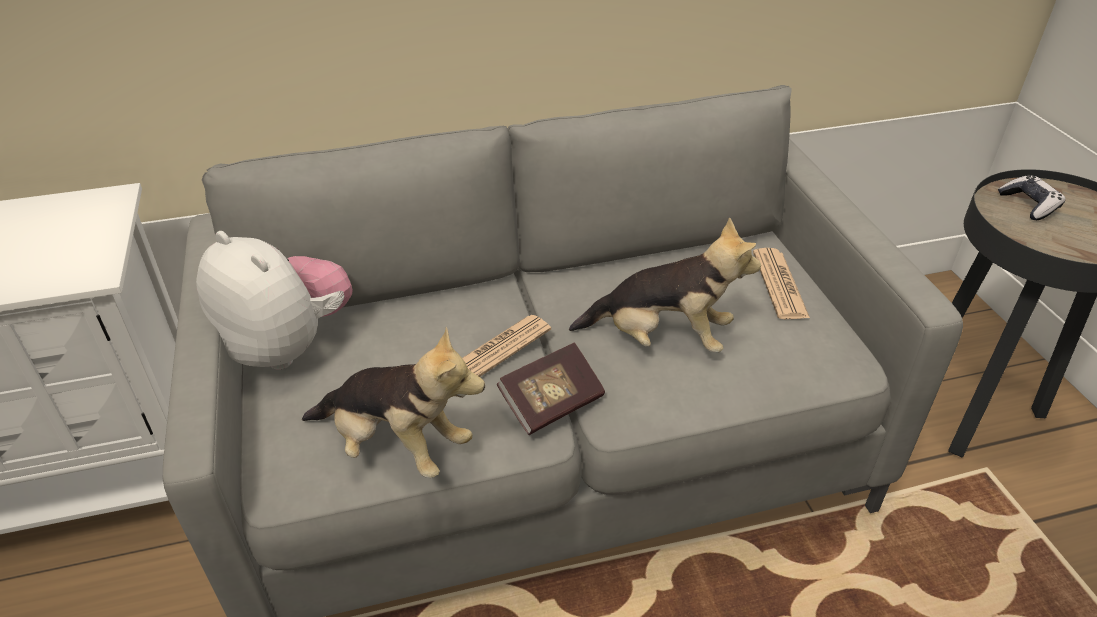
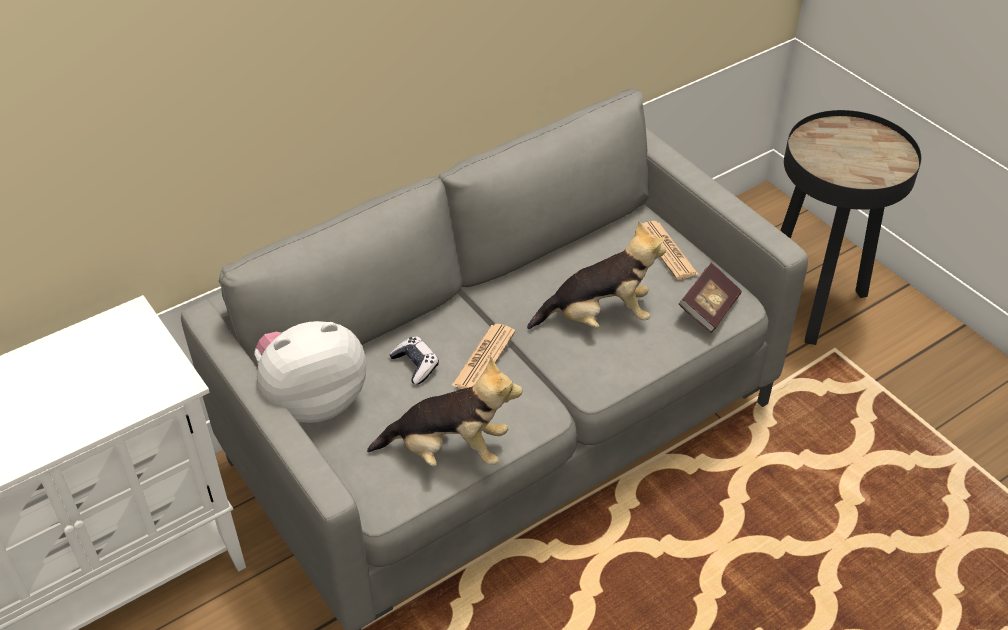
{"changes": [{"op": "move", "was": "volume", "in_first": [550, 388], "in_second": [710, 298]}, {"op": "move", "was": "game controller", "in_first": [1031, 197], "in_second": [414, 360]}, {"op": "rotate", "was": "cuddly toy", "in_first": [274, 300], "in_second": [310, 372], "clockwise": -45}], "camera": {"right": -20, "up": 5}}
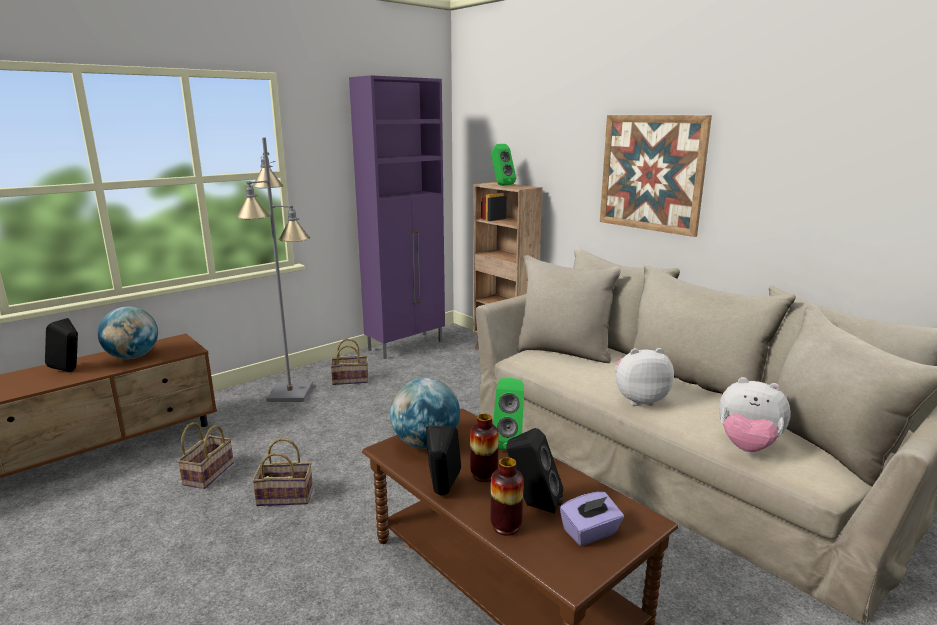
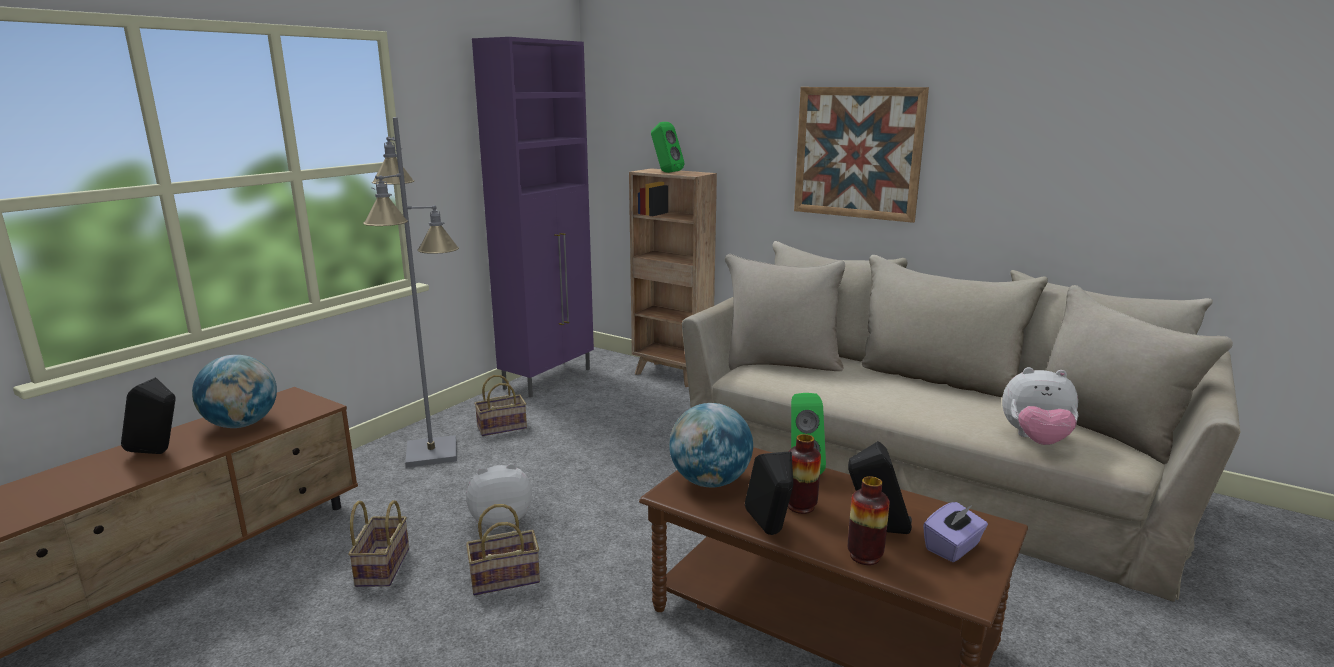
{"changes": [{"op": "move", "was": "cuddly toy", "in_first": [644, 377], "in_second": [499, 496]}], "camera": {"right": -15, "up": 0}}
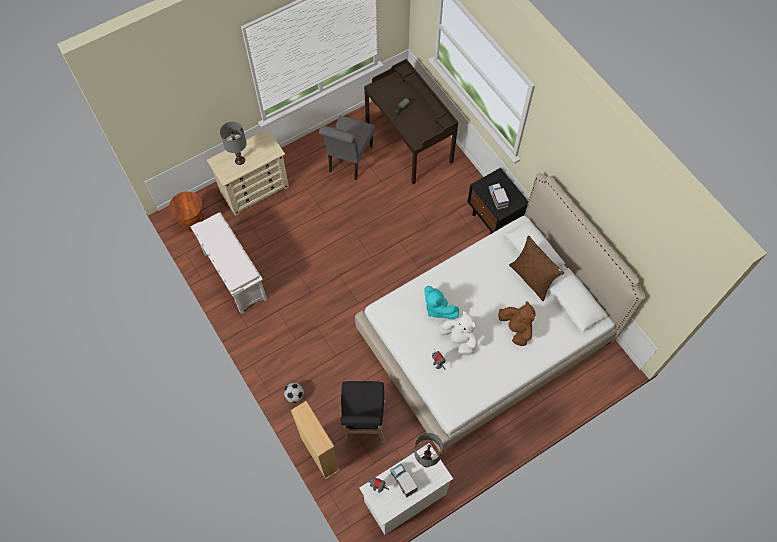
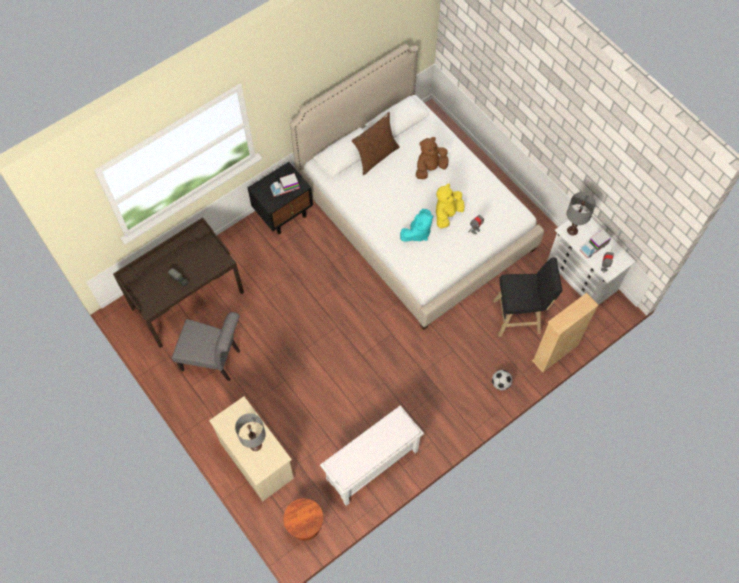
{"changes": [{"op": "recolor", "was": "cuddly toy/white-coloured", "now": "cuddly toy/yellow-coloured", "in_first": [457, 333], "in_second": [450, 206]}], "camera": {"right": -95, "up": 0}}
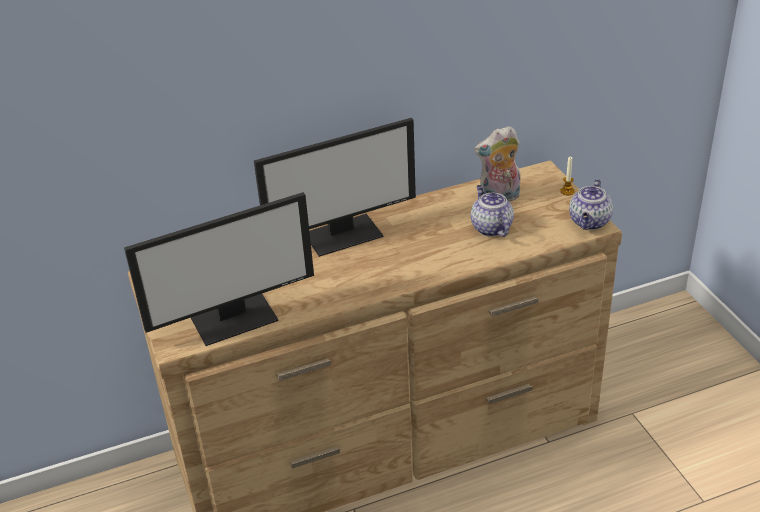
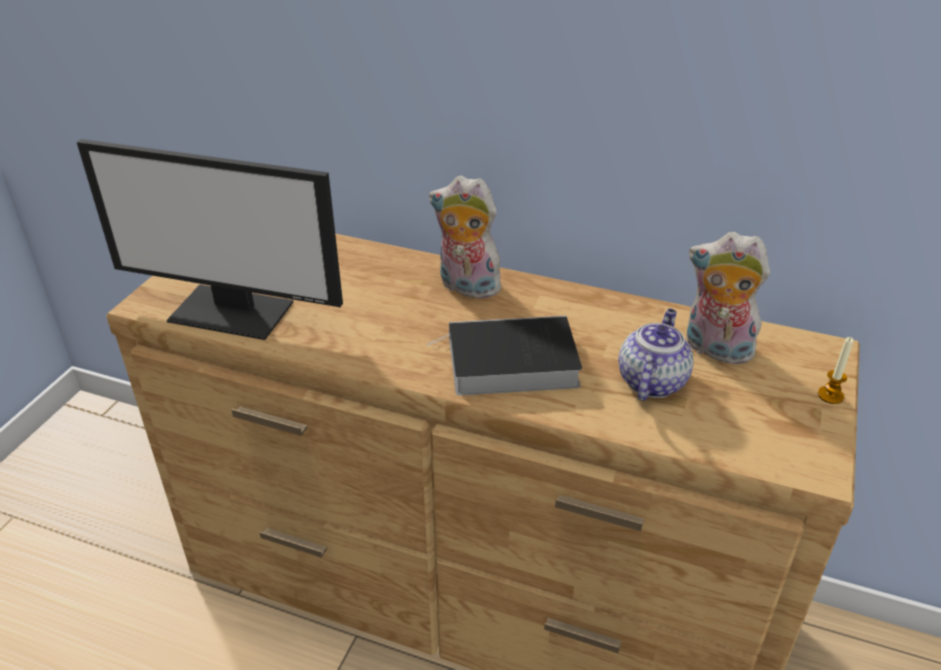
{"changes": [{"op": "delete", "was": "pot for tea", "in_first": [591, 204]}, {"op": "insert", "now": "volume", "in_second": [504, 356]}, {"op": "replace", "was": "computer display", "now": "cuddly toy", "in_first": [335, 187], "in_second": [467, 237]}], "camera": {"right": 40, "up": 0}}
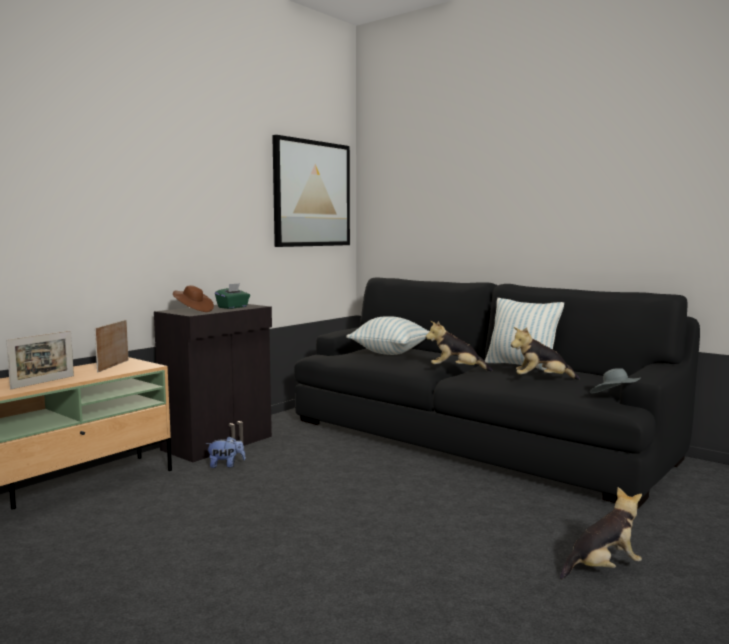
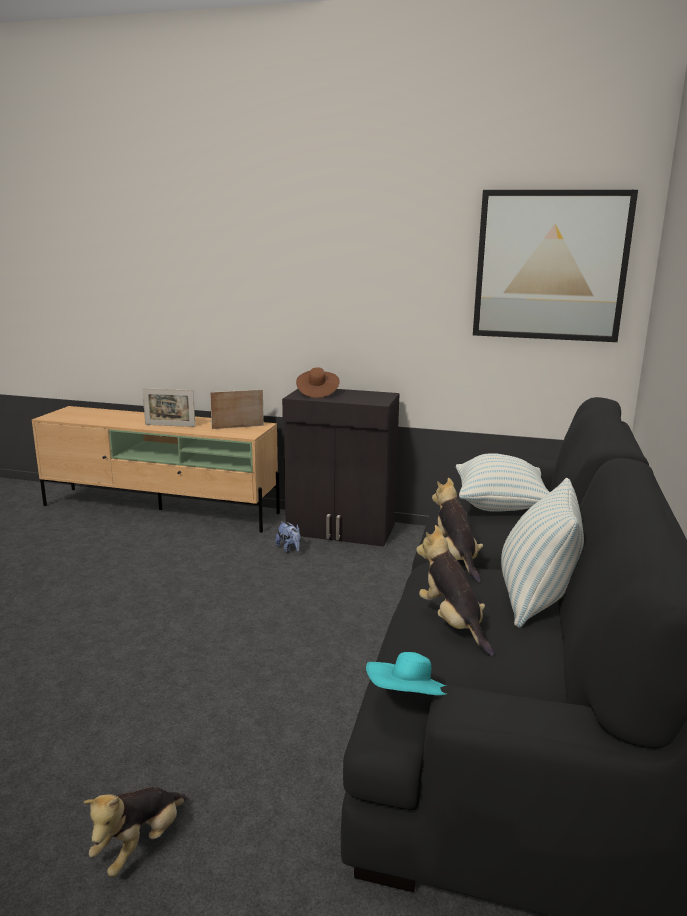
{"changes": [{"op": "delete", "was": "tissue holder/green-coloured", "in_first": [232, 296]}, {"op": "recolor", "was": "wearable hat/greyish", "now": "wearable hat/blue-green", "in_first": [615, 380], "in_second": [406, 673]}, {"op": "rotate", "was": "cuddly toy", "in_first": [601, 533], "in_second": [135, 832], "clockwise": 75}], "camera": {"right": 65, "up": 10}}
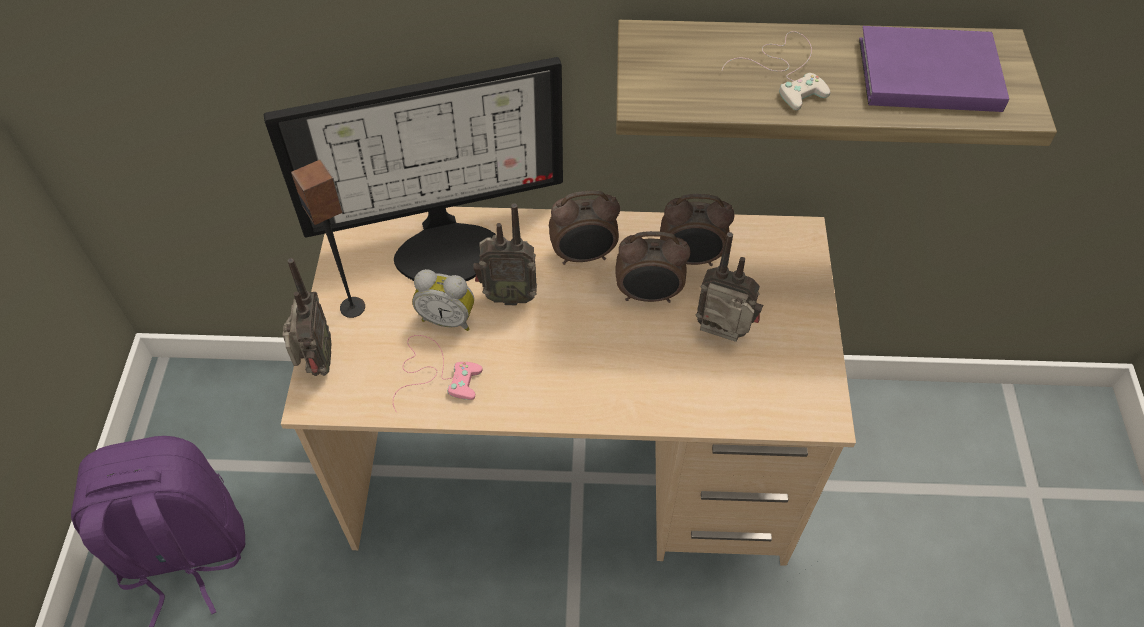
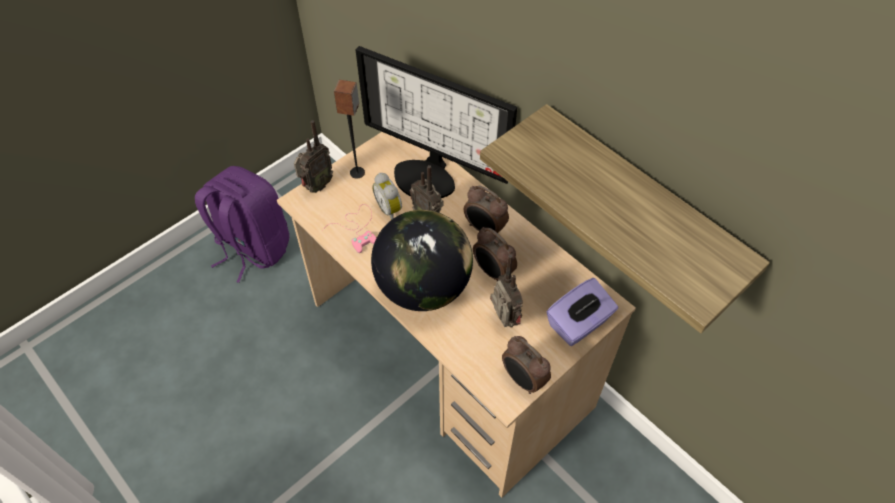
{"changes": [{"op": "delete", "was": "game controller/white-coloured", "in_first": [776, 70]}, {"op": "delete", "was": "volume/purple", "in_first": [934, 69]}, {"op": "insert", "now": "world globe", "in_second": [422, 260]}, {"op": "insert", "now": "tissue holder/purple", "in_second": [582, 312]}, {"op": "move", "was": "table clock", "in_first": [697, 230], "in_second": [526, 365]}], "camera": {"right": 45, "up": 0}}
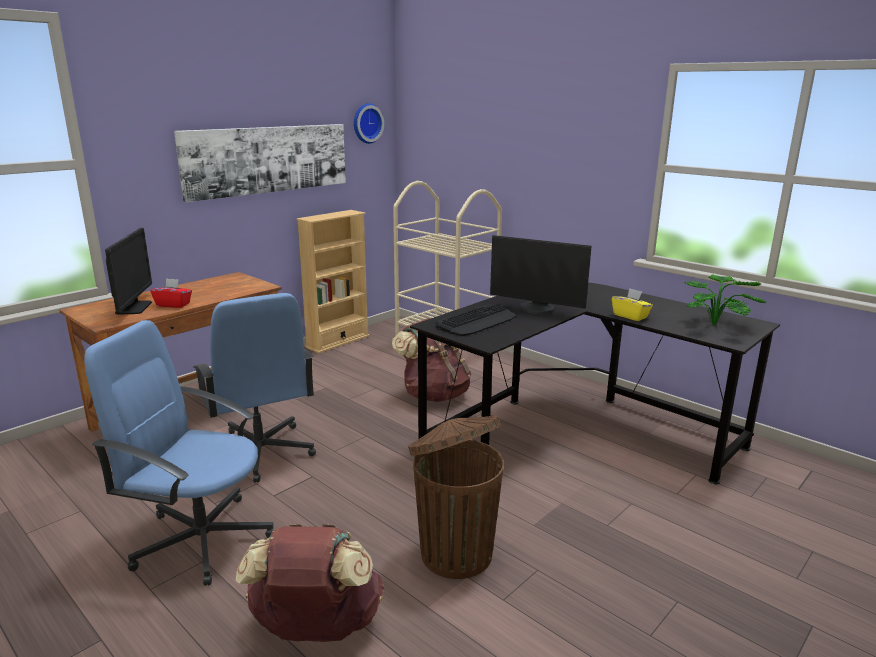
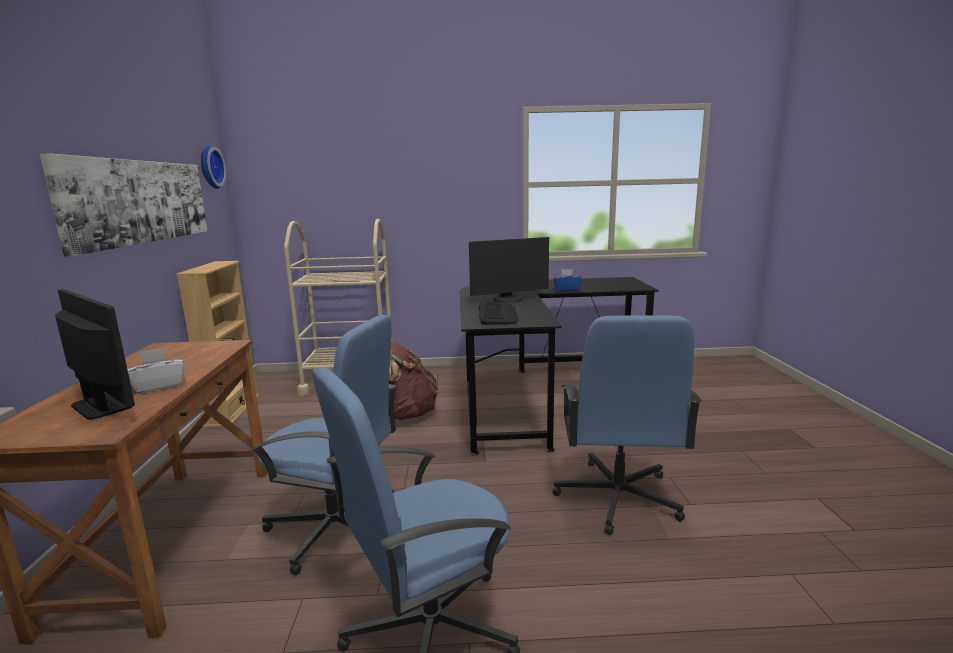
{"changes": [{"op": "delete", "was": "rucksack/brownish", "in_first": [310, 583]}, {"op": "delete", "was": "plant in a pot", "in_first": [726, 300]}, {"op": "replace", "was": "waste bin/brownish", "now": "computer chair/blue", "in_first": [456, 497], "in_second": [627, 425]}, {"op": "recolor", "was": "tissue holder/red", "now": "tissue holder/white-coloured", "in_first": [171, 293], "in_second": [155, 371]}, {"op": "recolor", "was": "tissue holder/yellow-coloured", "now": "tissue holder/blue", "in_first": [632, 304], "in_second": [567, 280]}], "camera": {"right": -45, "up": -5}}
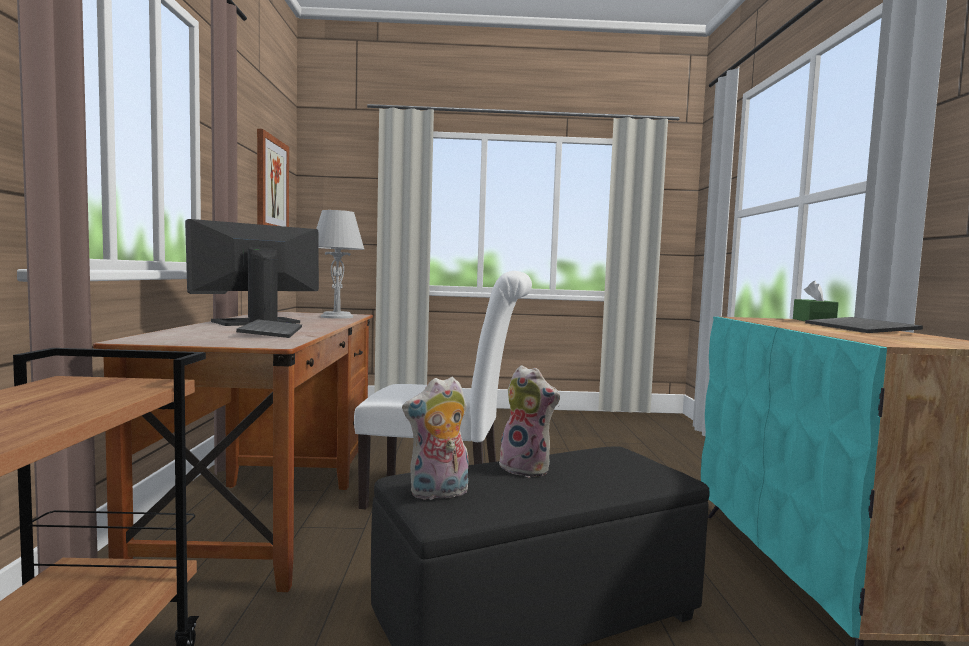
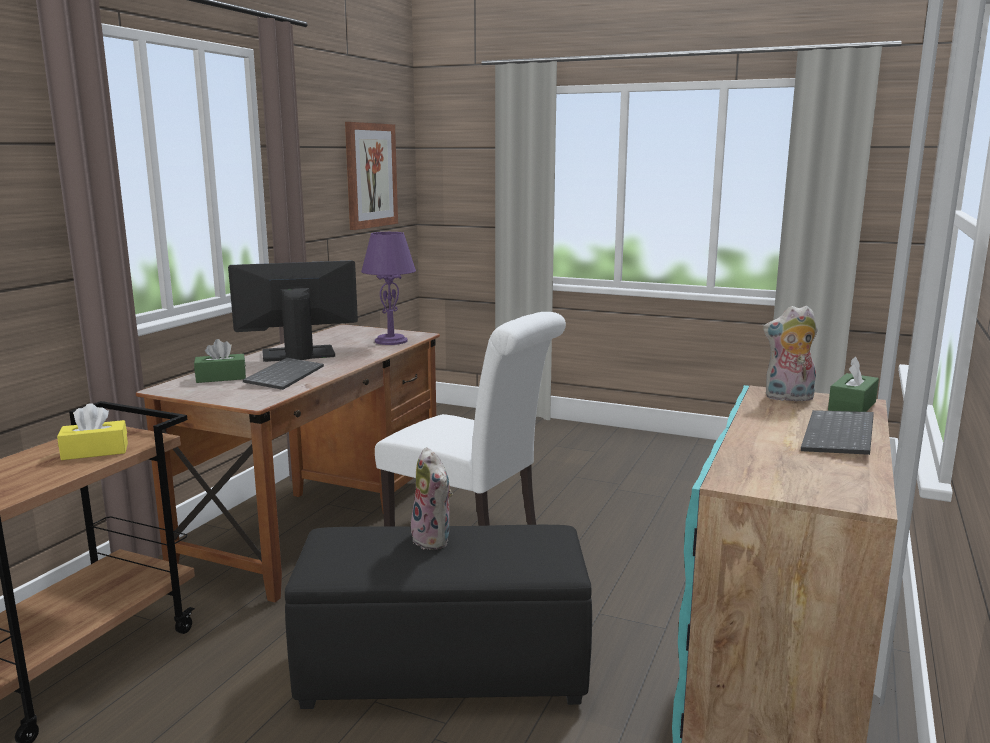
{"changes": [{"op": "insert", "now": "tissue holder/yellow-coloured", "in_second": [92, 431]}, {"op": "insert", "now": "tissue holder/green-coloured", "in_second": [220, 361]}, {"op": "move", "was": "cuddly toy", "in_first": [435, 438], "in_second": [790, 353]}, {"op": "recolor", "was": "lamp for a table/greyish", "now": "lamp for a table/purple", "in_first": [340, 264], "in_second": [388, 288]}], "camera": {"right": 25, "up": 10}}
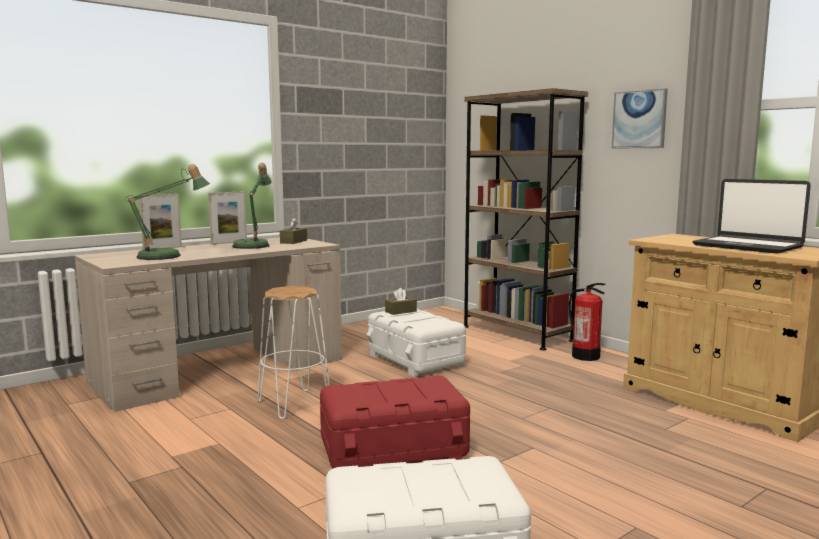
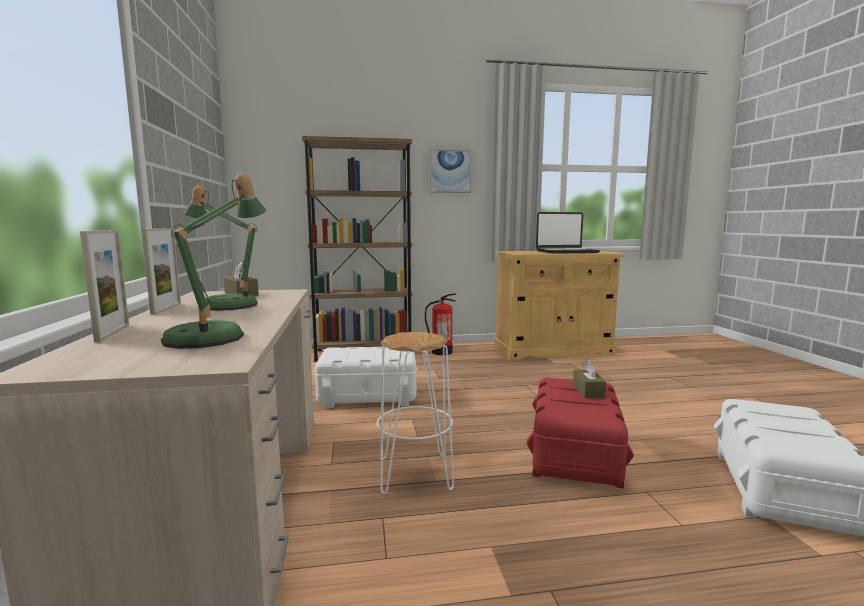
{"changes": [{"op": "move", "was": "tissue holder/brownish", "in_first": [401, 301], "in_second": [589, 379]}], "camera": {"right": -60, "up": 0}}
